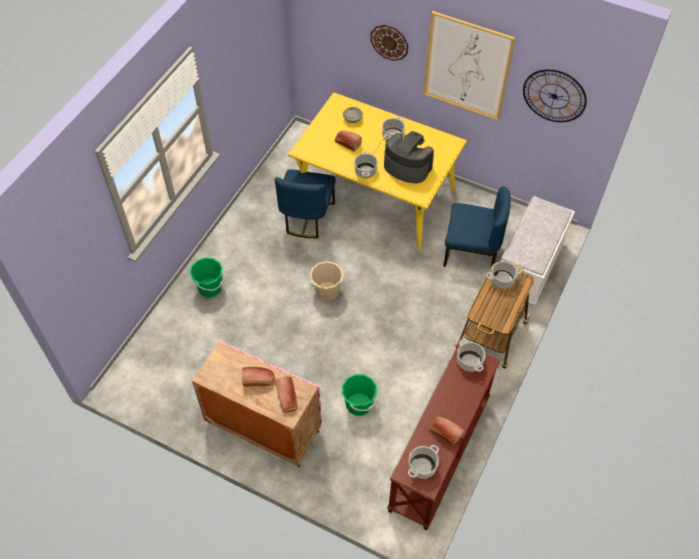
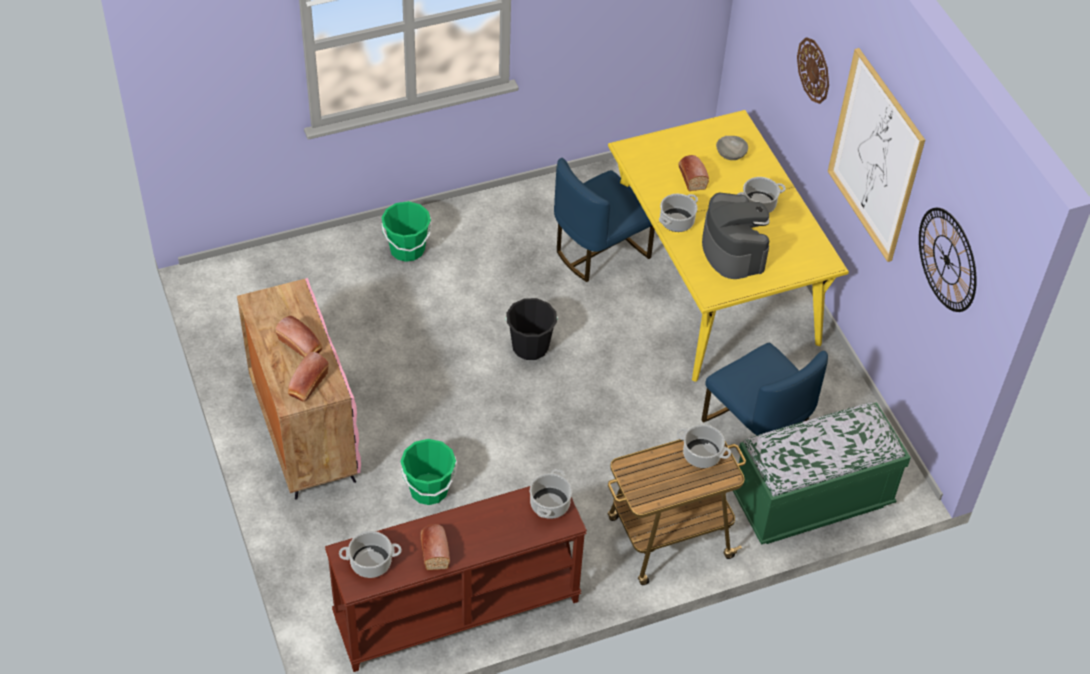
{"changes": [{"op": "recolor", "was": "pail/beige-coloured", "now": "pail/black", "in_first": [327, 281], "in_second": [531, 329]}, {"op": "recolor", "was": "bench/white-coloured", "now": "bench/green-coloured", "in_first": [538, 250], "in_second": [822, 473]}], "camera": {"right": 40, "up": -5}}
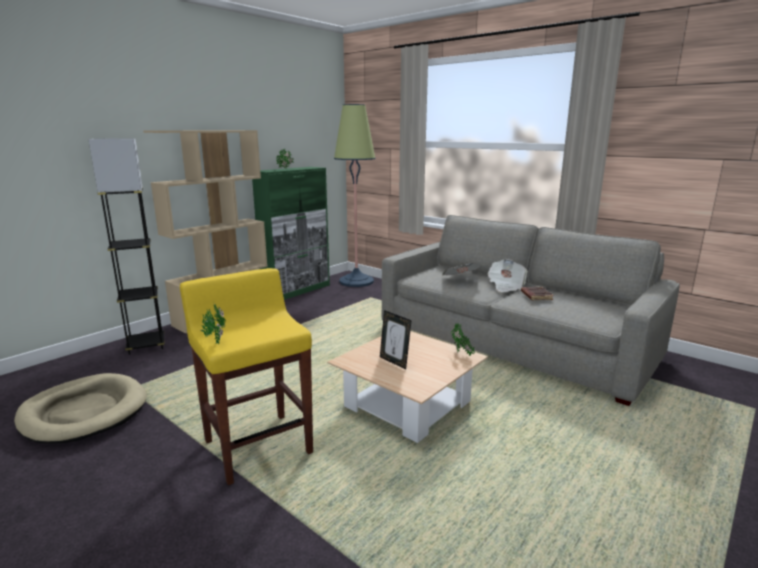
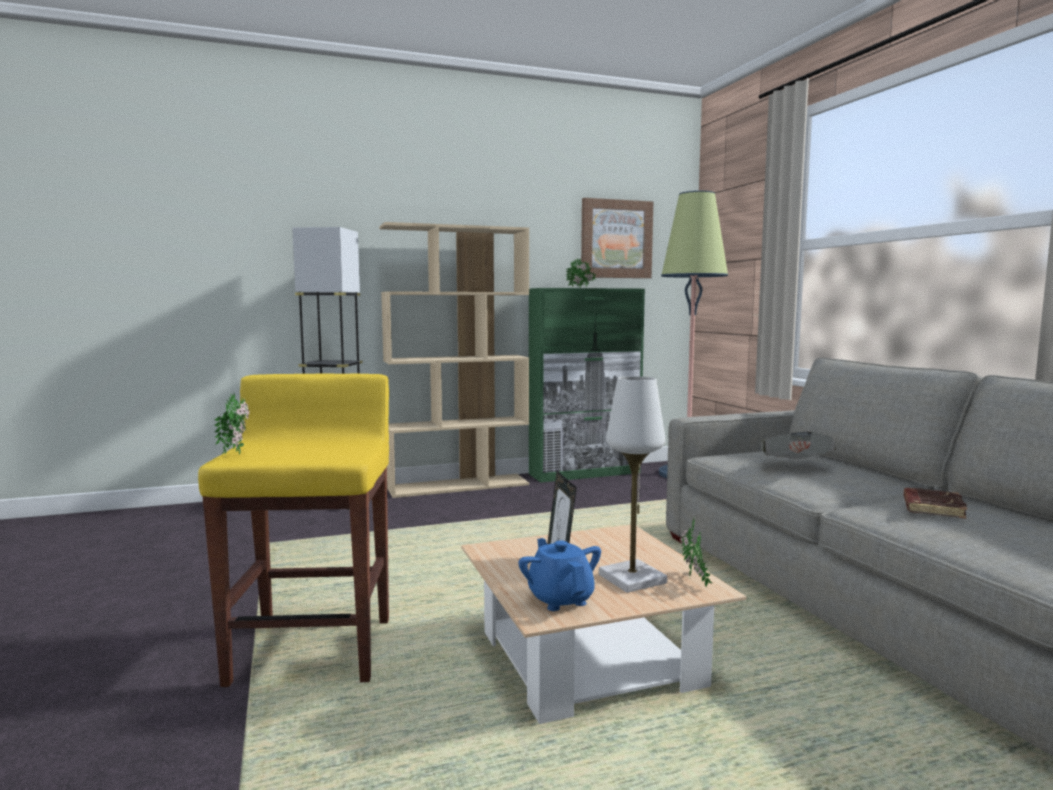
{"changes": [{"op": "delete", "was": "dog bed/beige-coloured", "in_first": [80, 408]}, {"op": "delete", "was": "newspaper", "in_first": [507, 275]}, {"op": "insert", "now": "pot for tea/blue", "in_second": [559, 574]}, {"op": "insert", "now": "wall picture", "in_second": [617, 238]}, {"op": "insert", "now": "lamp for a table/white-coloured", "in_second": [633, 484]}], "camera": {"right": 30, "up": -10}}
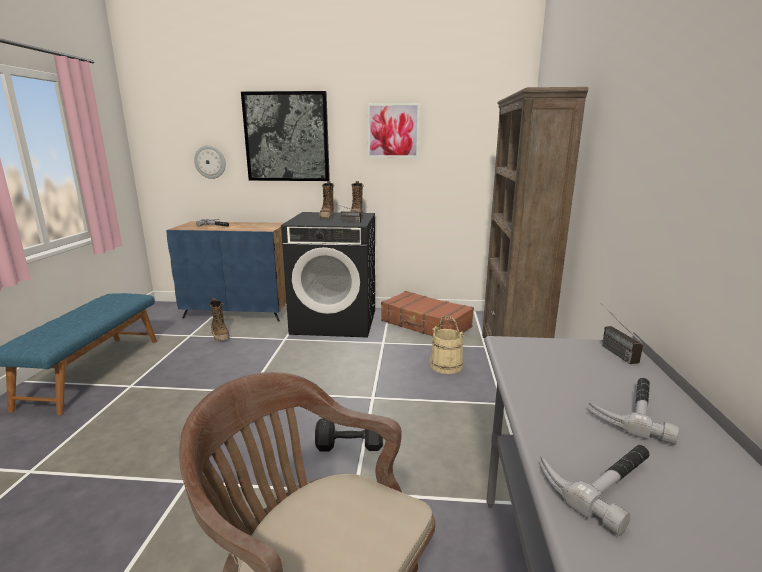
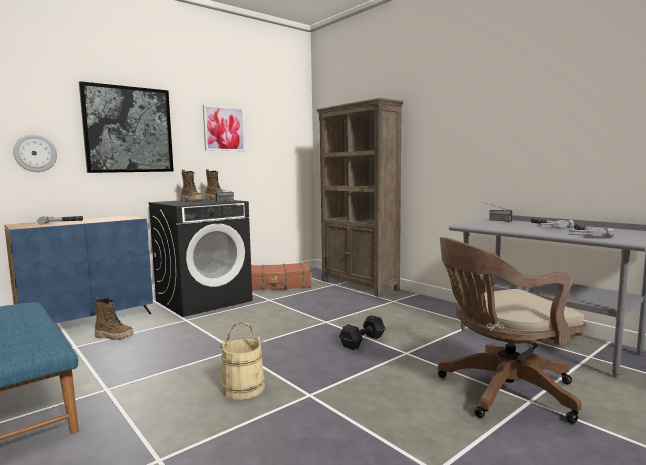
{"changes": [{"op": "move", "was": "pail/beige-coloured", "in_first": [447, 345], "in_second": [241, 361]}], "camera": {"right": -45, "up": -10}}
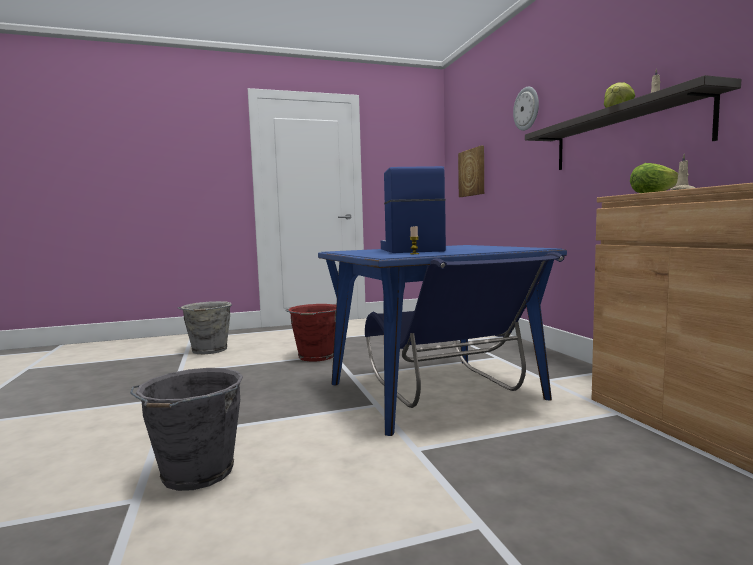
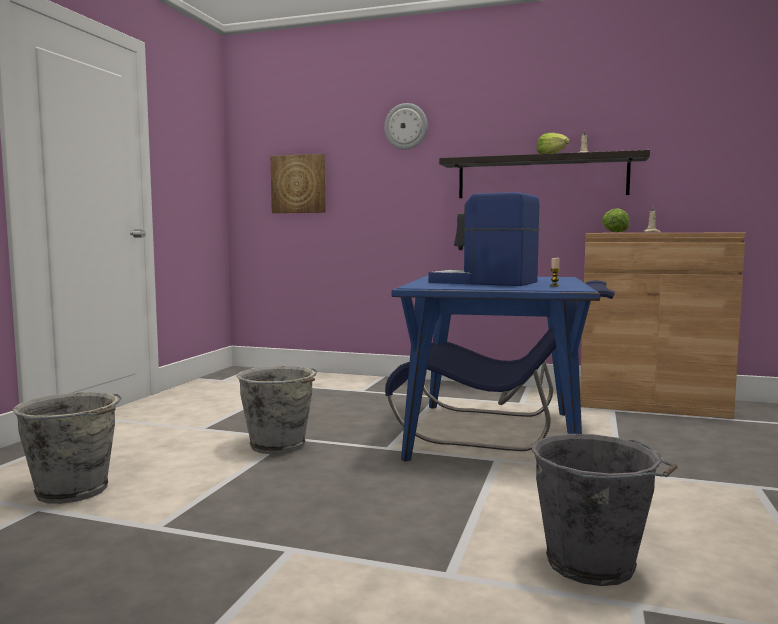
{"changes": [{"op": "recolor", "was": "pail/red", "now": "pail/greyish", "in_first": [310, 333], "in_second": [276, 410]}], "camera": {"right": -55, "up": 0}}
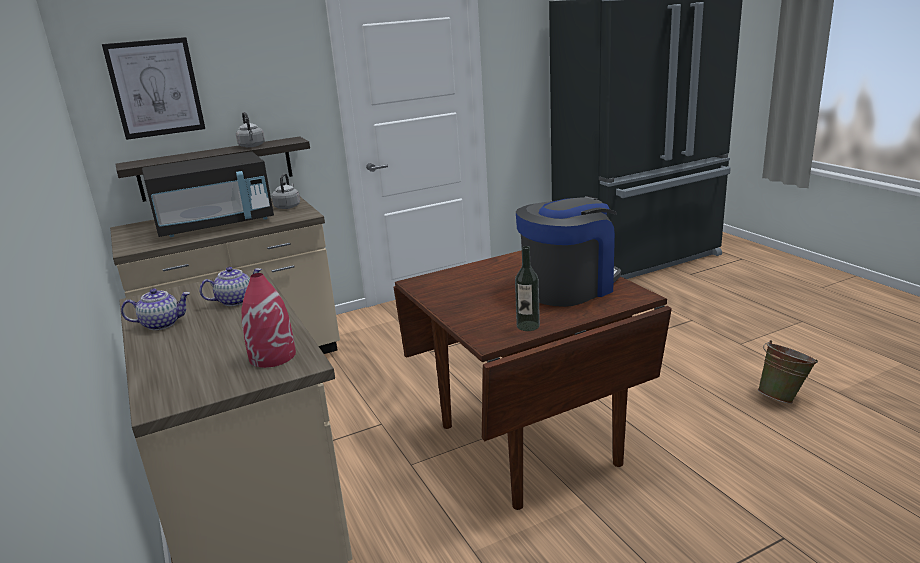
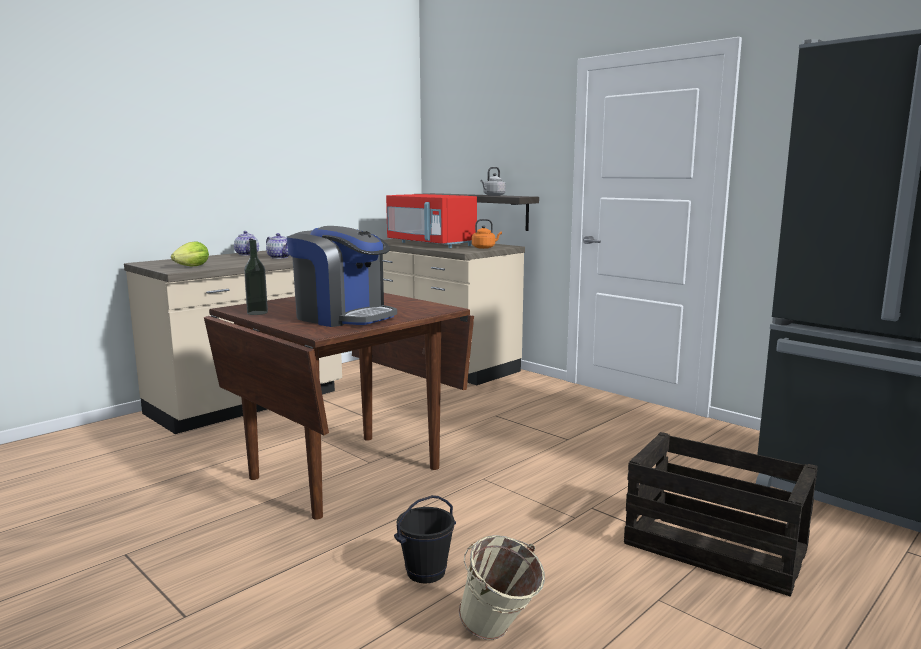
{"changes": [{"op": "delete", "was": "wall picture", "in_first": [153, 88]}, {"op": "insert", "now": "pail/black", "in_second": [425, 539]}, {"op": "insert", "now": "shipping crate", "in_second": [721, 514]}, {"op": "replace", "was": "vase/red", "now": "lettuce", "in_first": [269, 320], "in_second": [190, 254]}, {"op": "recolor", "was": "kitchen microwave/black", "now": "kitchen microwave/red", "in_first": [208, 194], "in_second": [431, 221]}, {"op": "recolor", "was": "tea kettle/greyish", "now": "tea kettle/orangey", "in_first": [286, 191], "in_second": [487, 234]}, {"op": "recolor", "was": "pail/green-coloured", "now": "pail/beige-coloured", "in_first": [788, 372], "in_second": [502, 587]}], "camera": {"right": 70, "up": -10}}
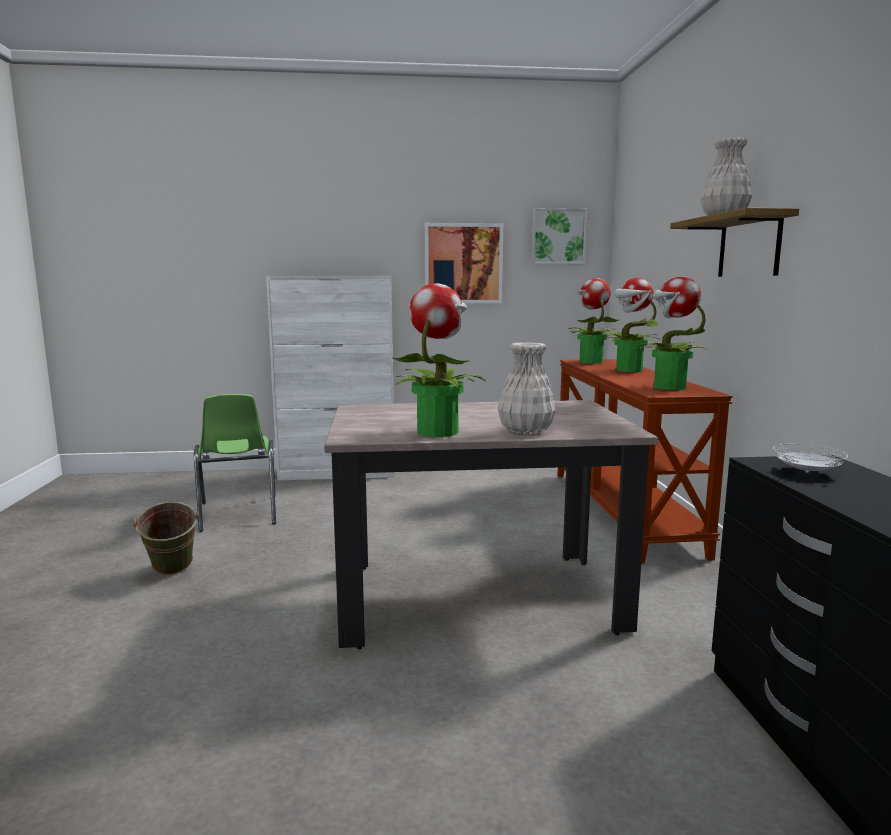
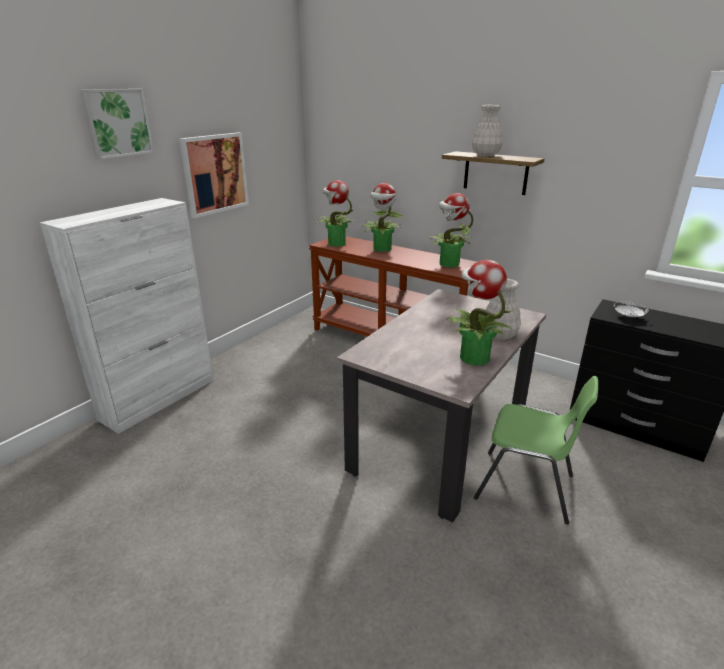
{"changes": [{"op": "delete", "was": "pail/green-coloured", "in_first": [166, 538]}, {"op": "move", "was": "chair/green-coloured", "in_first": [235, 463], "in_second": [536, 450]}, {"op": "move", "was": "wall picture", "in_first": [559, 236], "in_second": [117, 124]}], "camera": {"right": -50, "up": 15}}
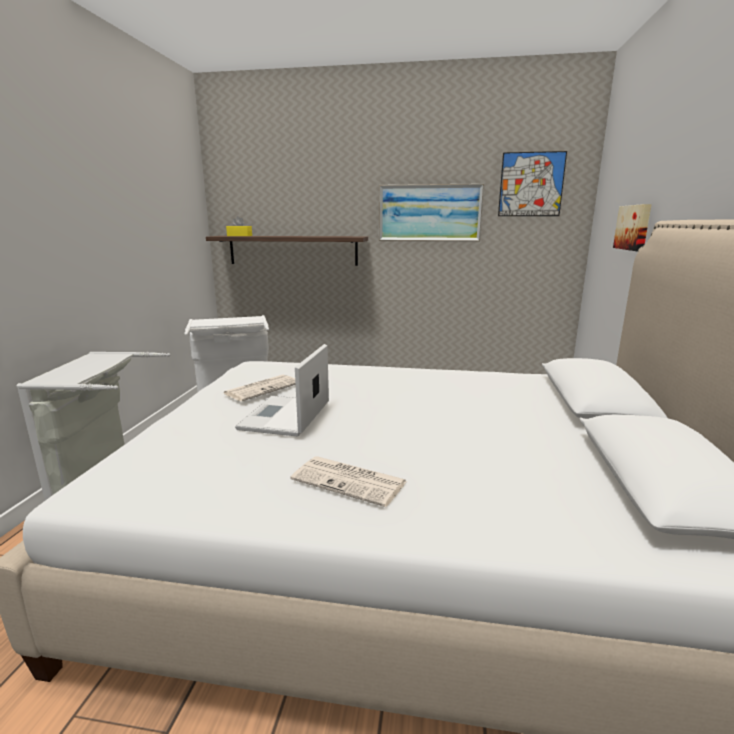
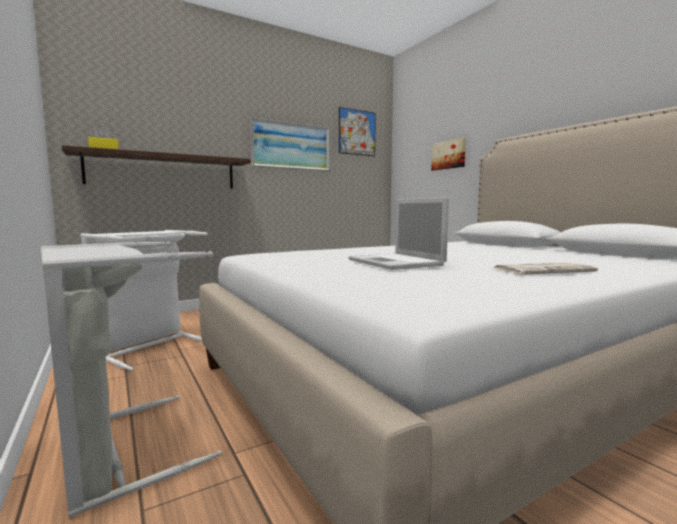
{"changes": [{"op": "delete", "was": "newspaper", "in_first": [258, 388]}], "camera": {"right": -40, "up": -10}}
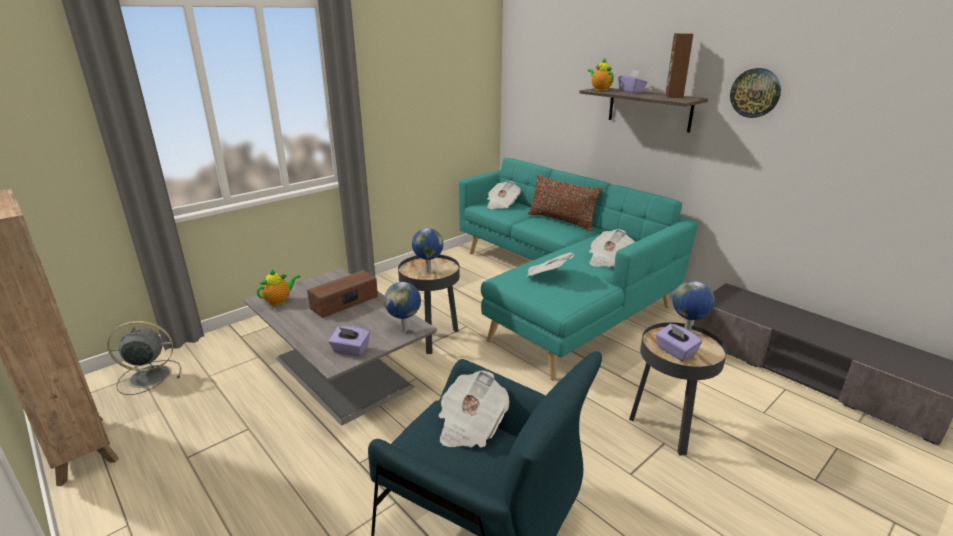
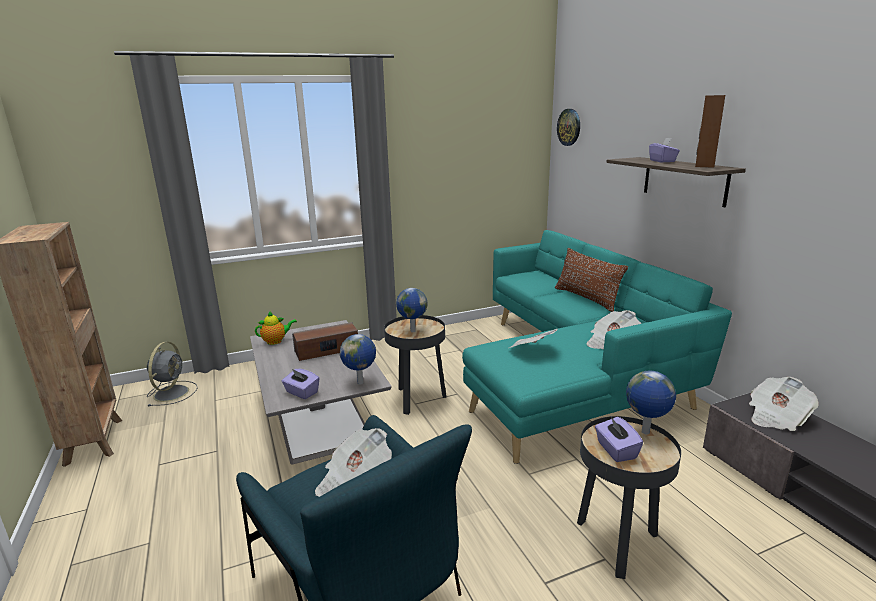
{"changes": [{"op": "delete", "was": "pot for tea", "in_first": [601, 74]}, {"op": "move", "was": "newspaper", "in_first": [504, 195], "in_second": [784, 404]}, {"op": "move", "was": "clock on the wall", "in_first": [755, 93], "in_second": [568, 127]}, {"op": "rotate", "was": "electric fan/greyish", "in_first": [144, 358], "in_second": [172, 374], "clockwise": 90}], "camera": {"right": 20, "up": -5}}
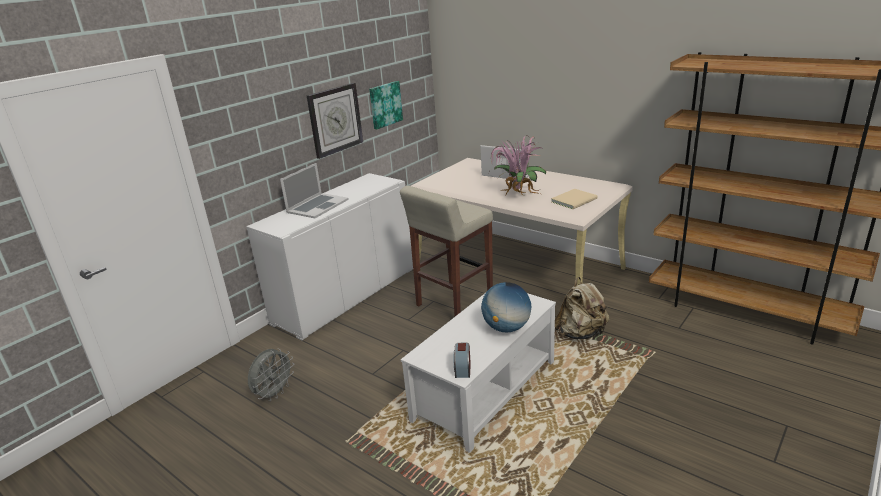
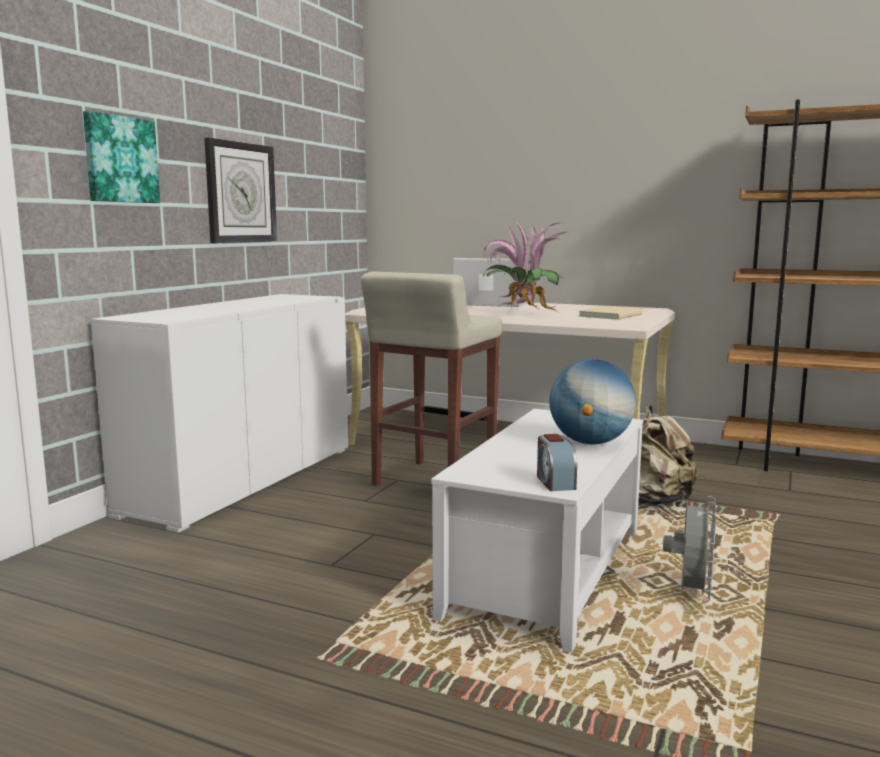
{"changes": [{"op": "delete", "was": "notebook computer", "in_first": [314, 190]}, {"op": "move", "was": "electric fan/greyish", "in_first": [271, 374], "in_second": [689, 549]}, {"op": "move", "was": "wall picture", "in_first": [386, 105], "in_second": [121, 157]}], "camera": {"right": -15, "up": -15}}
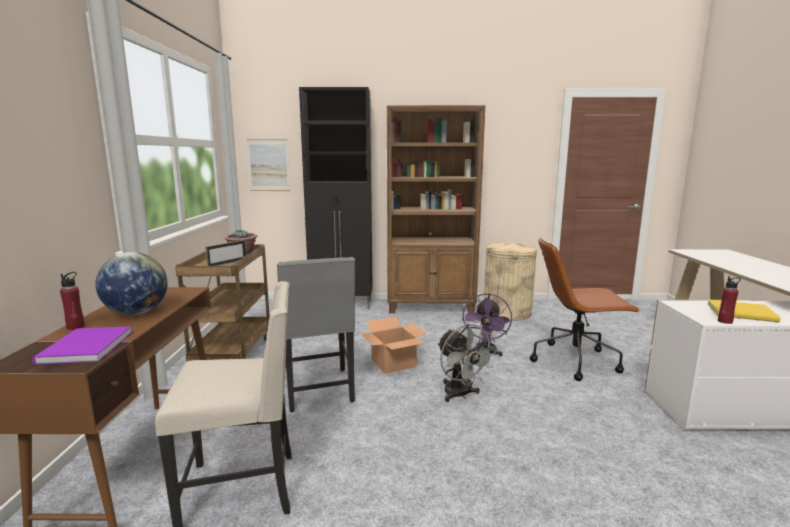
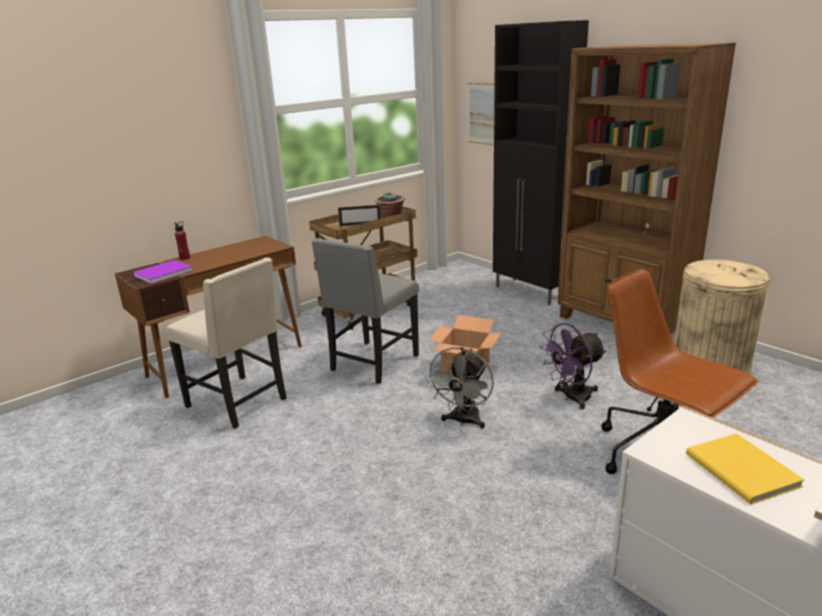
{"changes": [{"op": "delete", "was": "world globe", "in_first": [131, 283]}, {"op": "delete", "was": "beverage bottle/red", "in_first": [729, 300]}], "camera": {"right": 50, "up": 10}}
